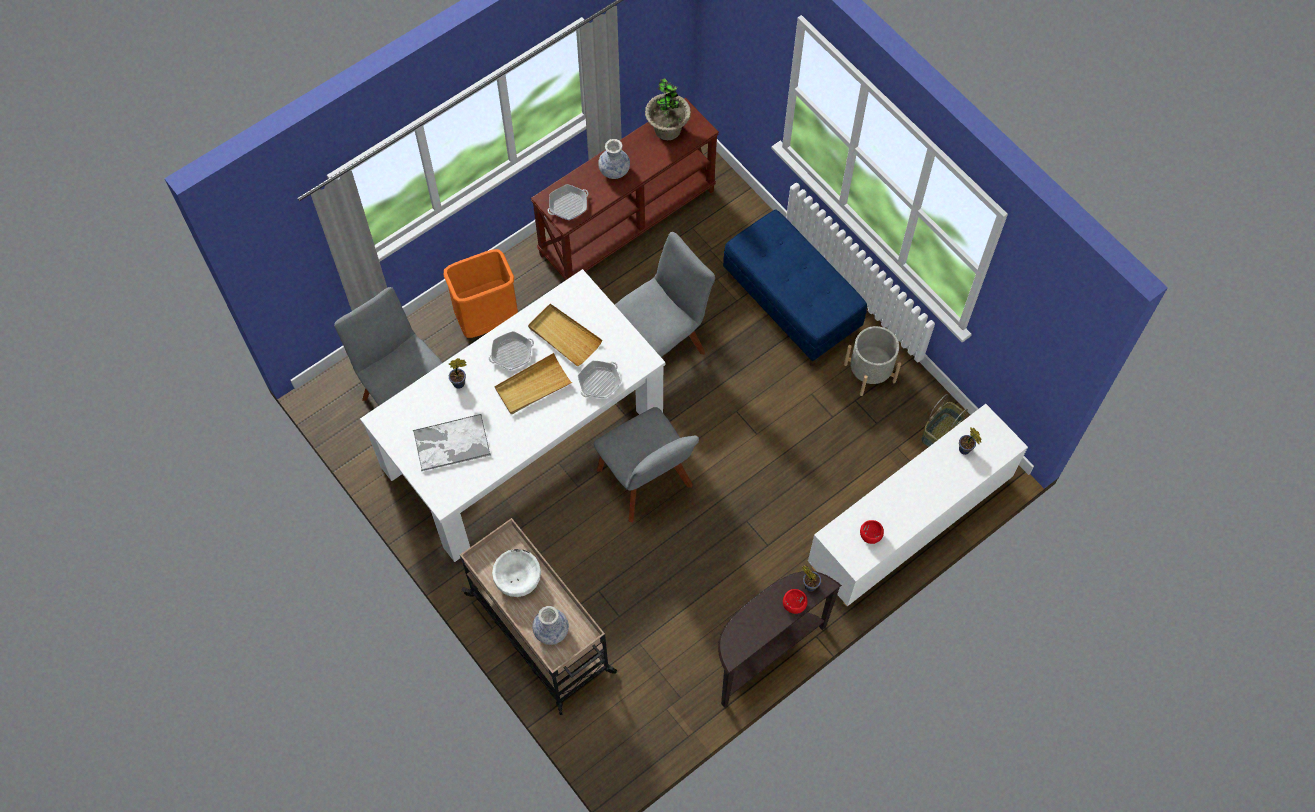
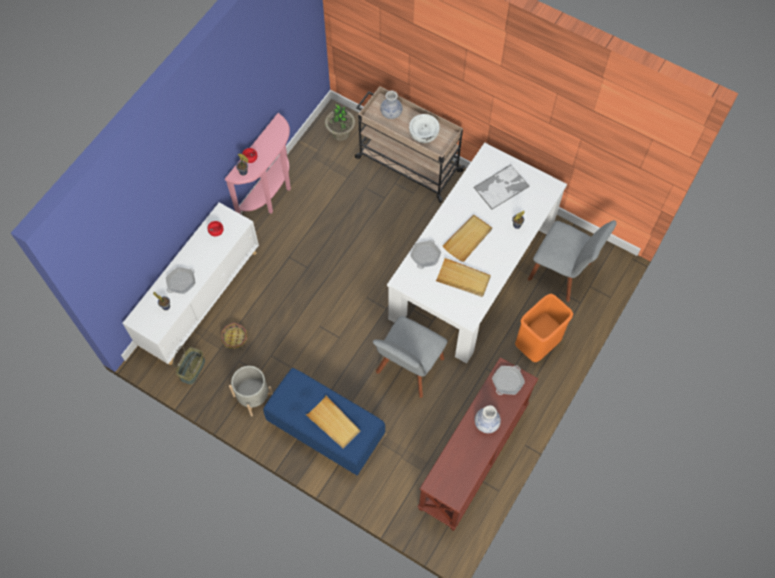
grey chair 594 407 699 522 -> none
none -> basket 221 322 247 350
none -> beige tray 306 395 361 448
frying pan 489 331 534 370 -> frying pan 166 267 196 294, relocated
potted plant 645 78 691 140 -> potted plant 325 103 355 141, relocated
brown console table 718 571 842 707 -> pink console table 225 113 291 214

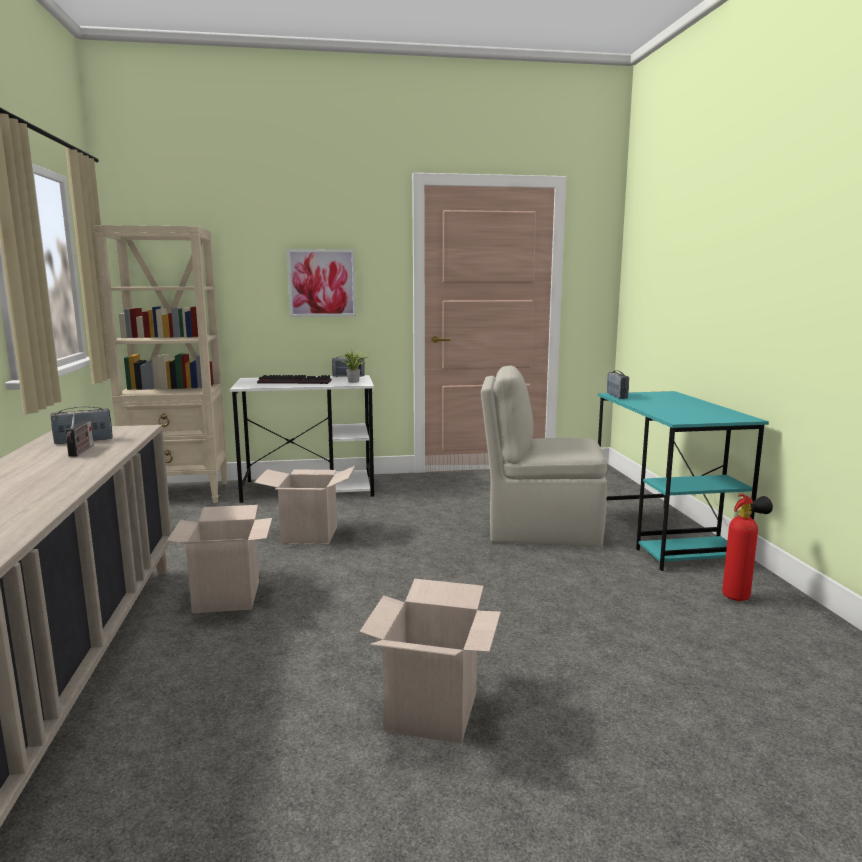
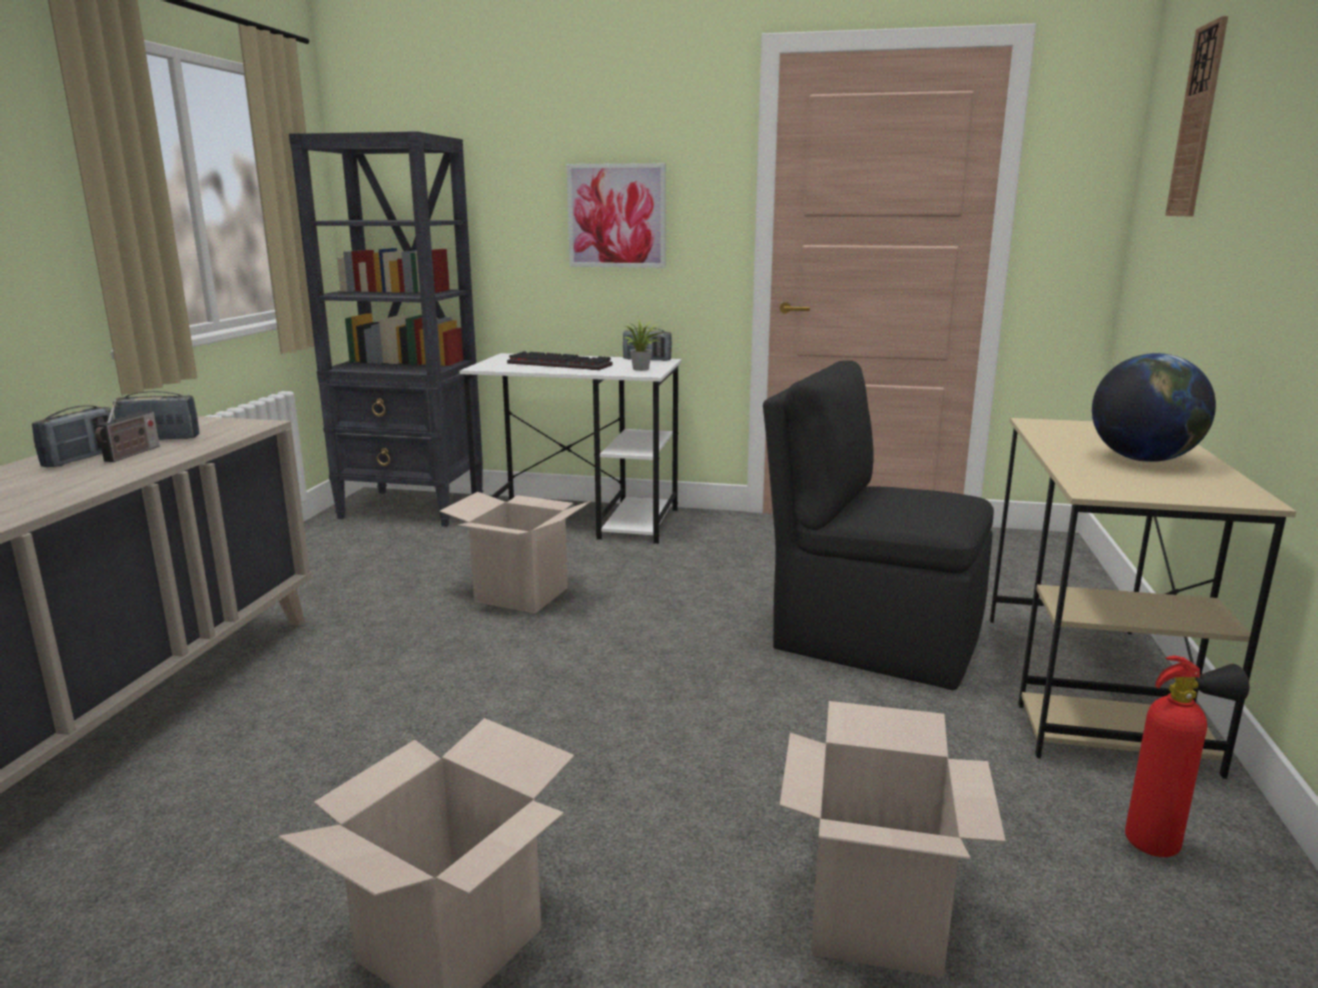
none -> globe 1092 353 1216 462
none -> wall clock 1165 16 1228 216
cardboard box 167 505 272 613 -> cardboard box 779 701 1006 977, relocated
radio 607 370 629 399 -> radio 32 405 114 467, relocated
beige bookcase 93 225 228 503 -> black bookcase 289 131 483 527
beige chair 481 366 607 548 -> black chair 763 360 994 690
turquoise desk 598 391 769 571 -> beige desk 990 418 1296 779

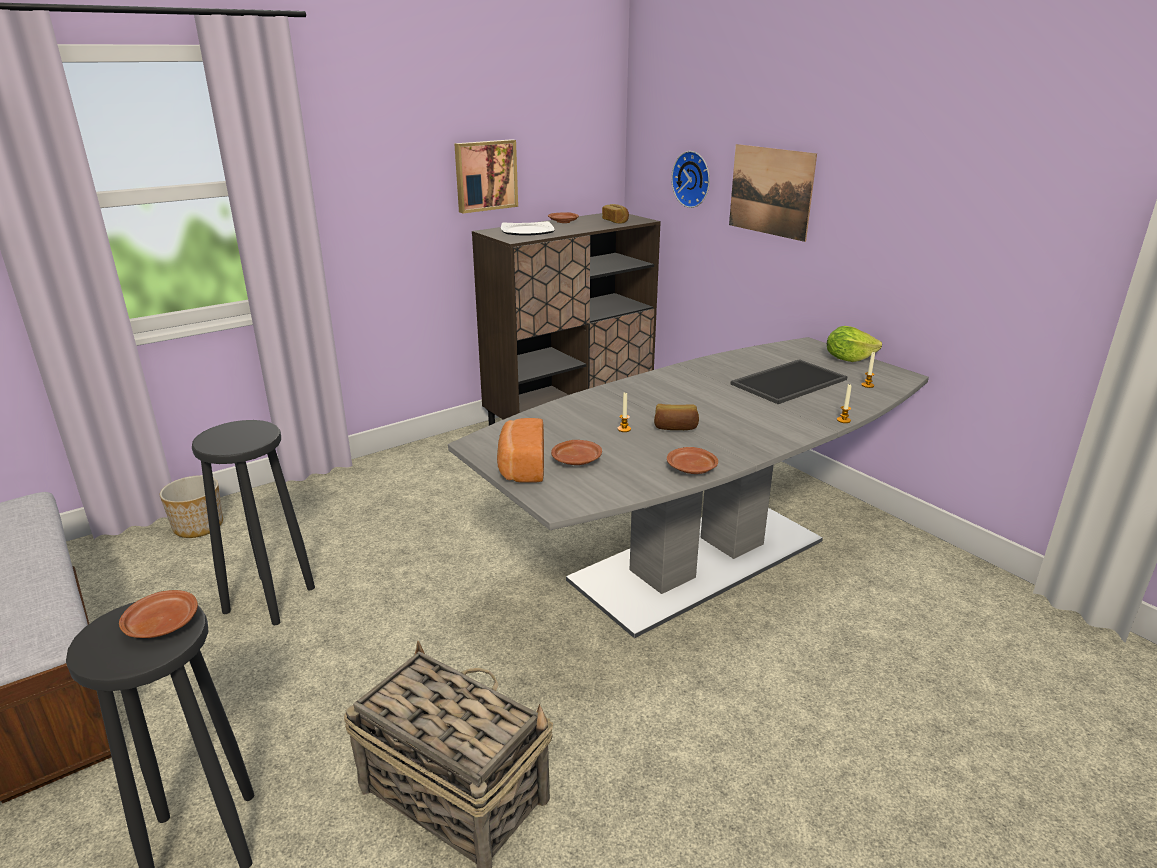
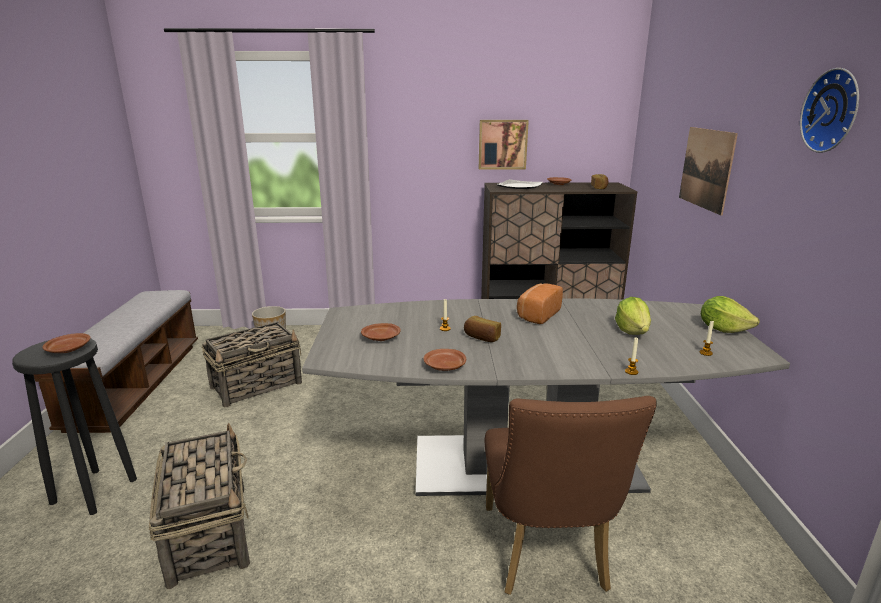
none -> brown chair 484 396 657 595
bread 497 418 544 483 -> bread 517 283 563 324, relocated
wall clock 671 151 710 208 -> wall clock 800 68 859 153, relocated
black stool 192 420 315 625 -> basket 201 322 302 407
tray 731 359 848 404 -> lettuce 615 297 651 335

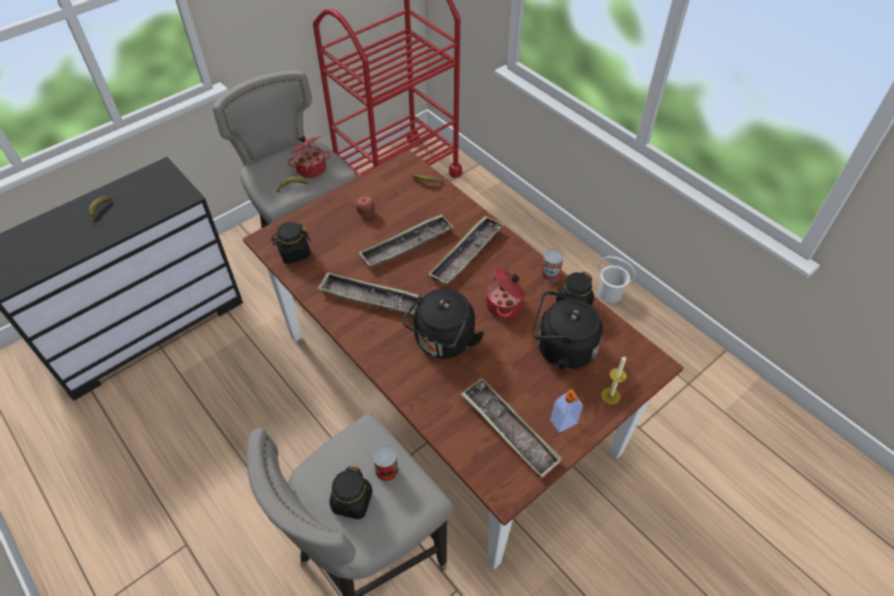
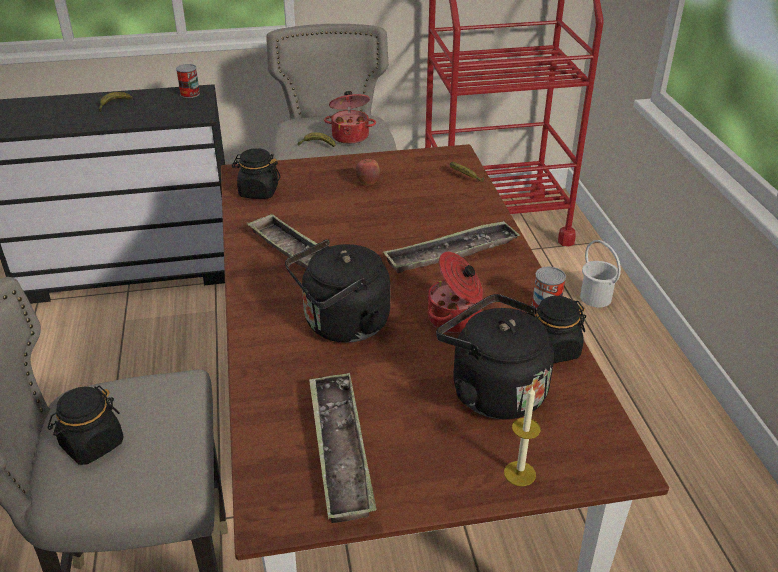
tray 359 214 453 268 -> none
soap dispenser 550 389 583 433 -> none
can 373 445 399 481 -> can 176 64 200 98, relocated
white bucket 598 256 636 303 -> white bucket 580 240 621 307, relocated

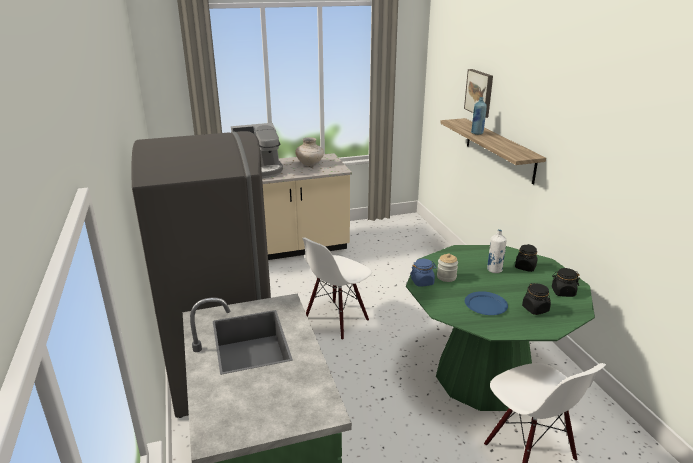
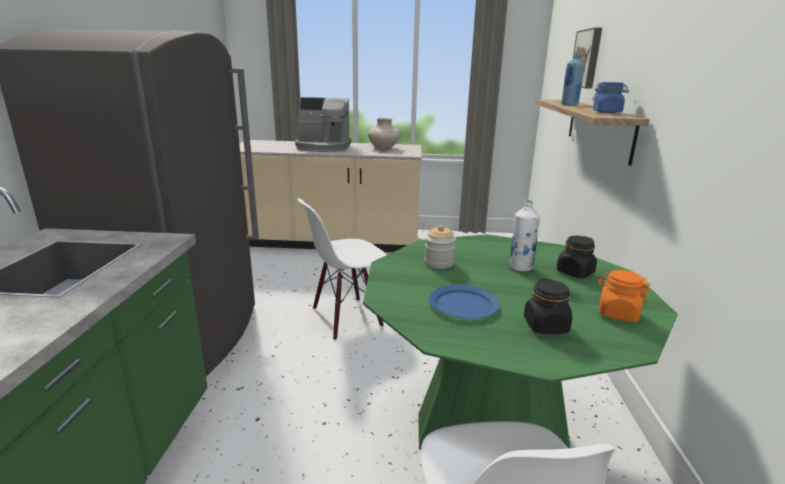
blue jar 410 258 437 287 -> blue jar 592 82 629 113, relocated
black jar 552 268 580 297 -> orange jar 598 270 650 322

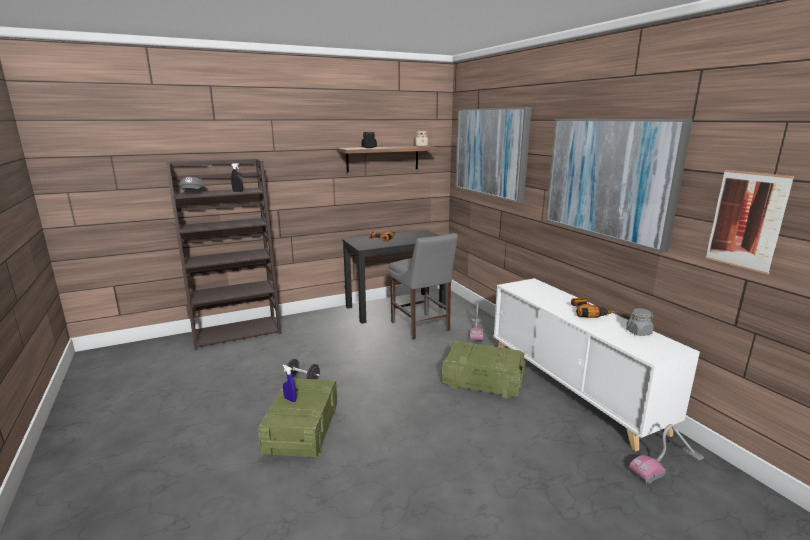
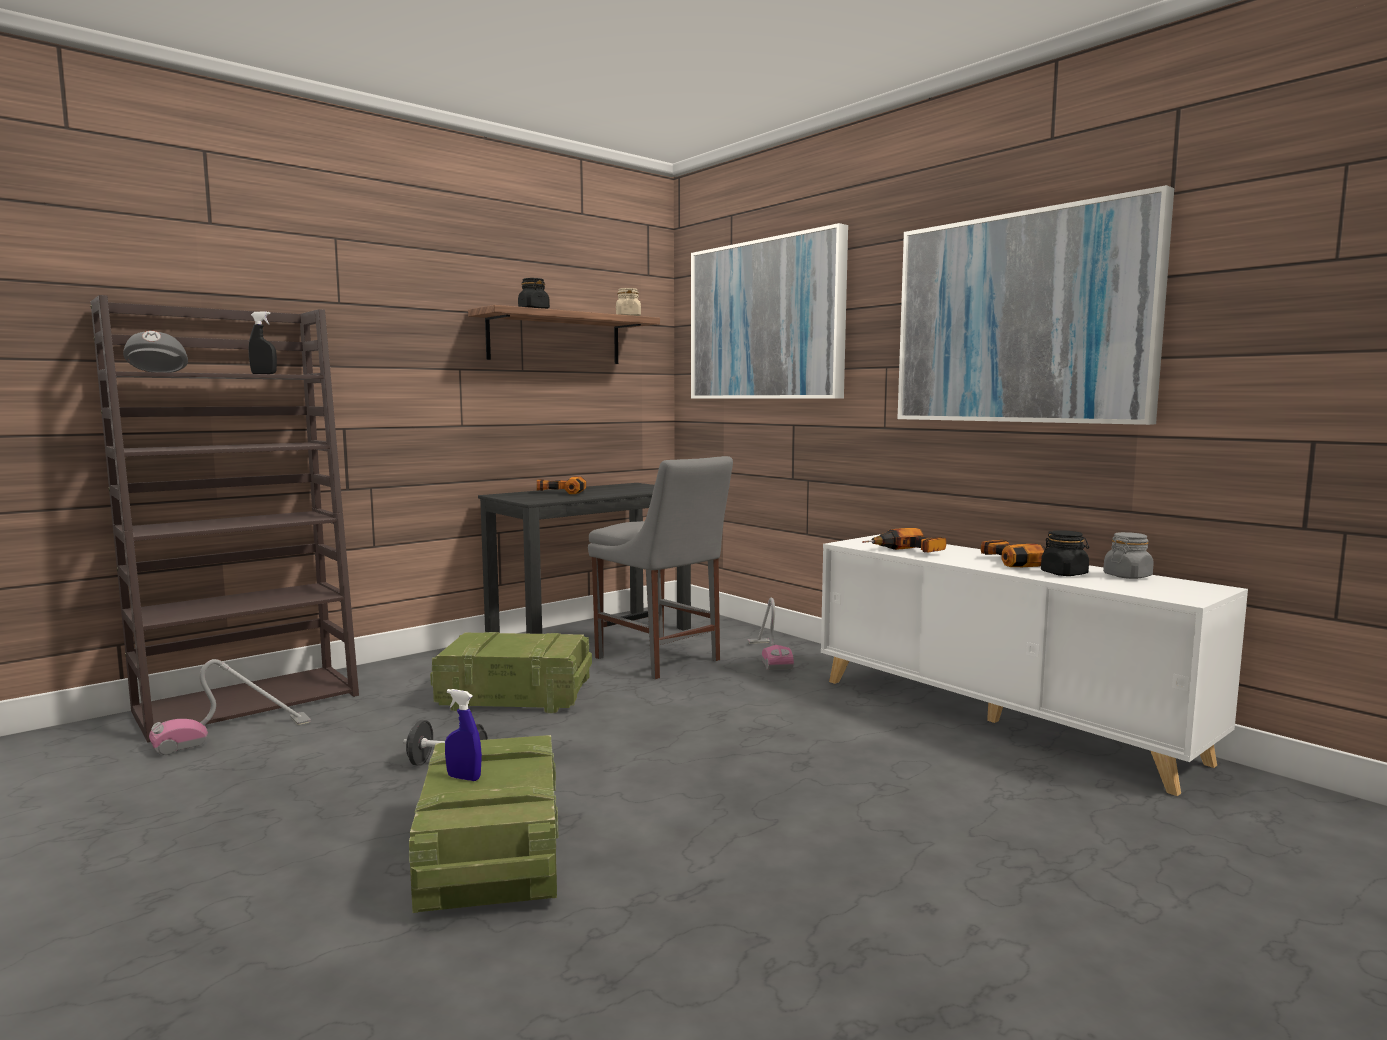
picture 706 170 794 275 -> none
none -> power drill 862 528 946 552
none -> black jar 1041 530 1089 576
crate 441 341 525 398 -> crate 430 632 592 713, relocated
vacuum cleaner 629 424 704 483 -> vacuum cleaner 149 659 311 755, relocated

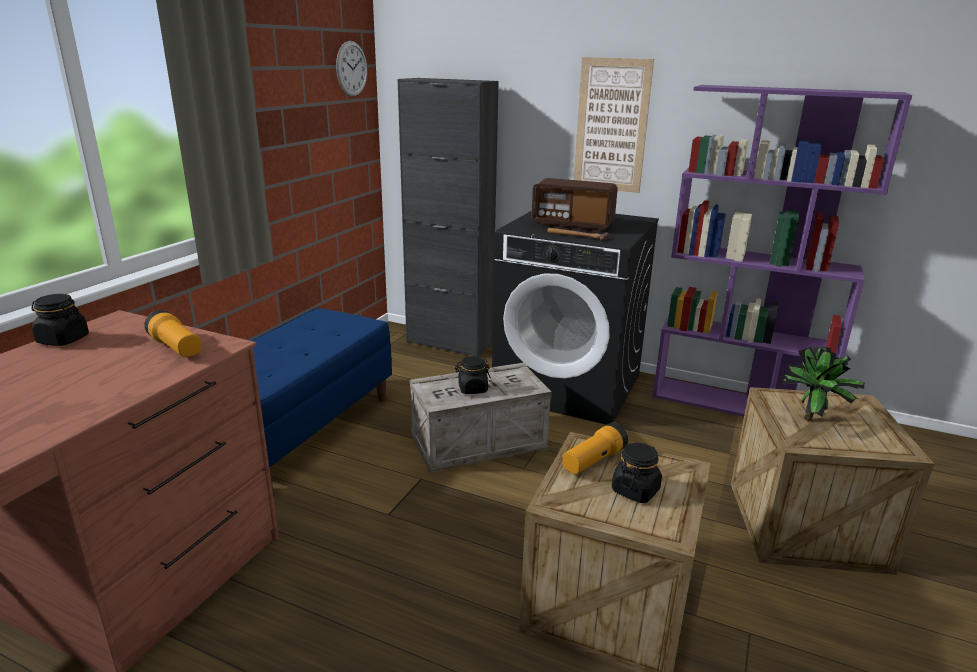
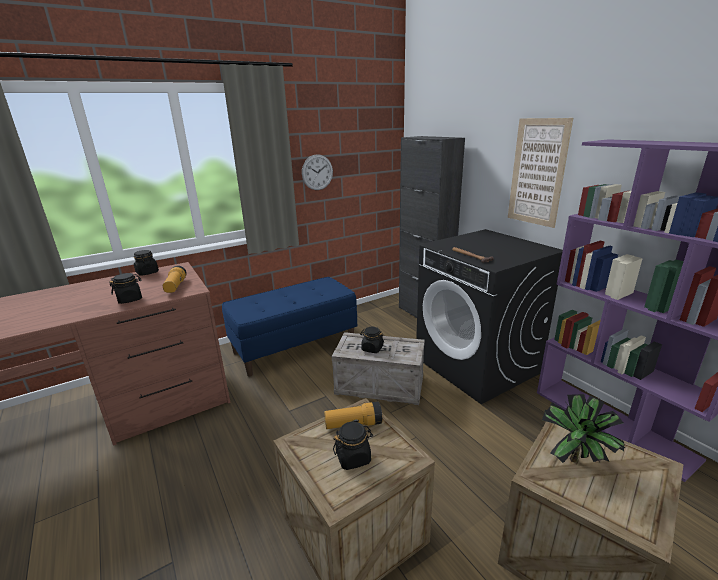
radio 532 178 618 232 -> none
none -> black jar 109 273 142 304
wall clock 336 41 367 97 -> wall clock 302 154 333 190, relocated

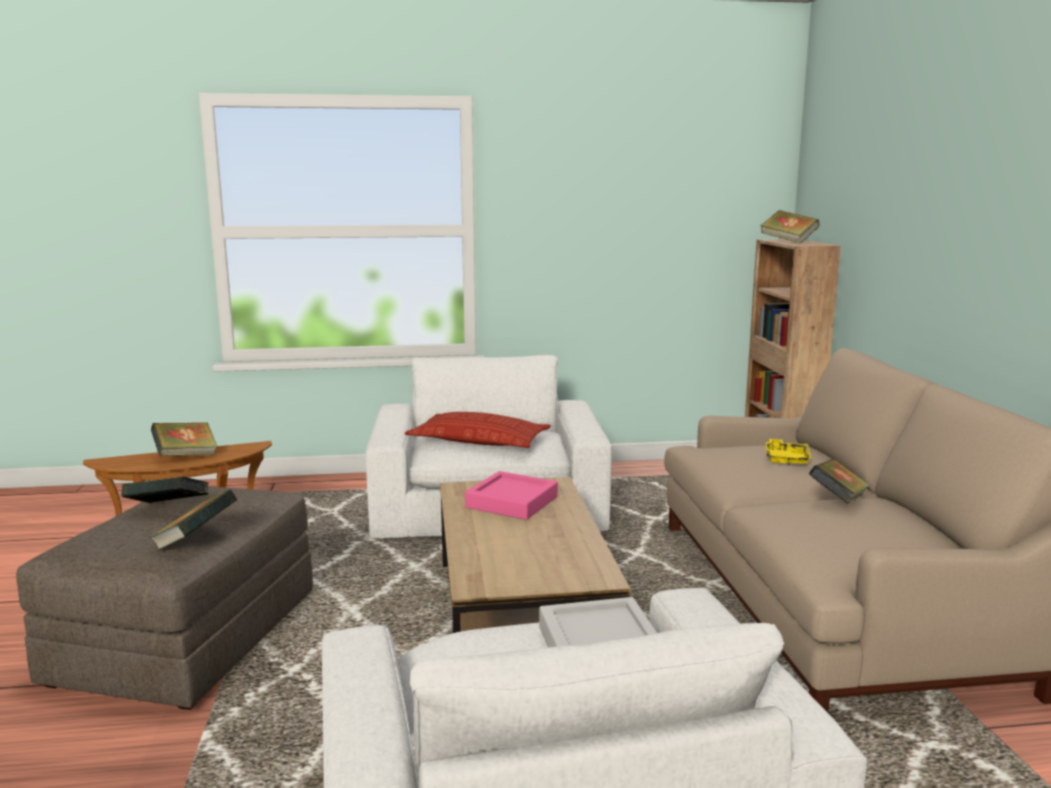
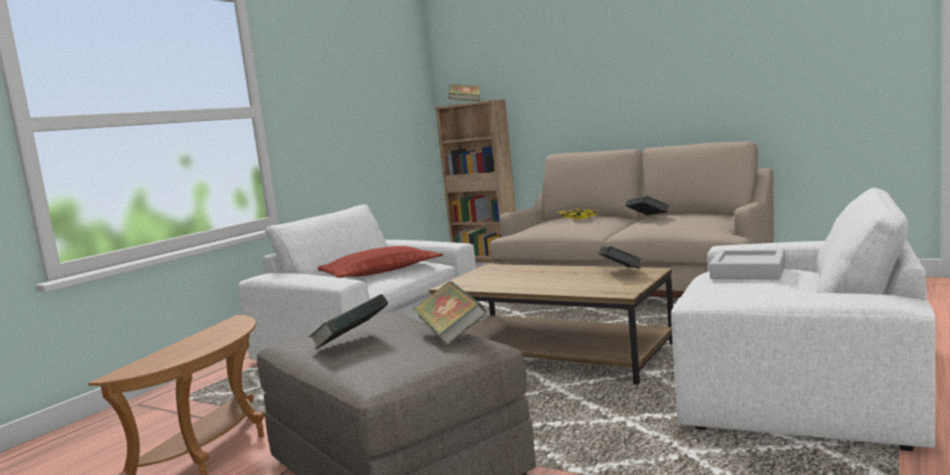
pink tray 465 471 558 520 -> none
book 151 423 218 456 -> book 599 246 644 268, relocated

